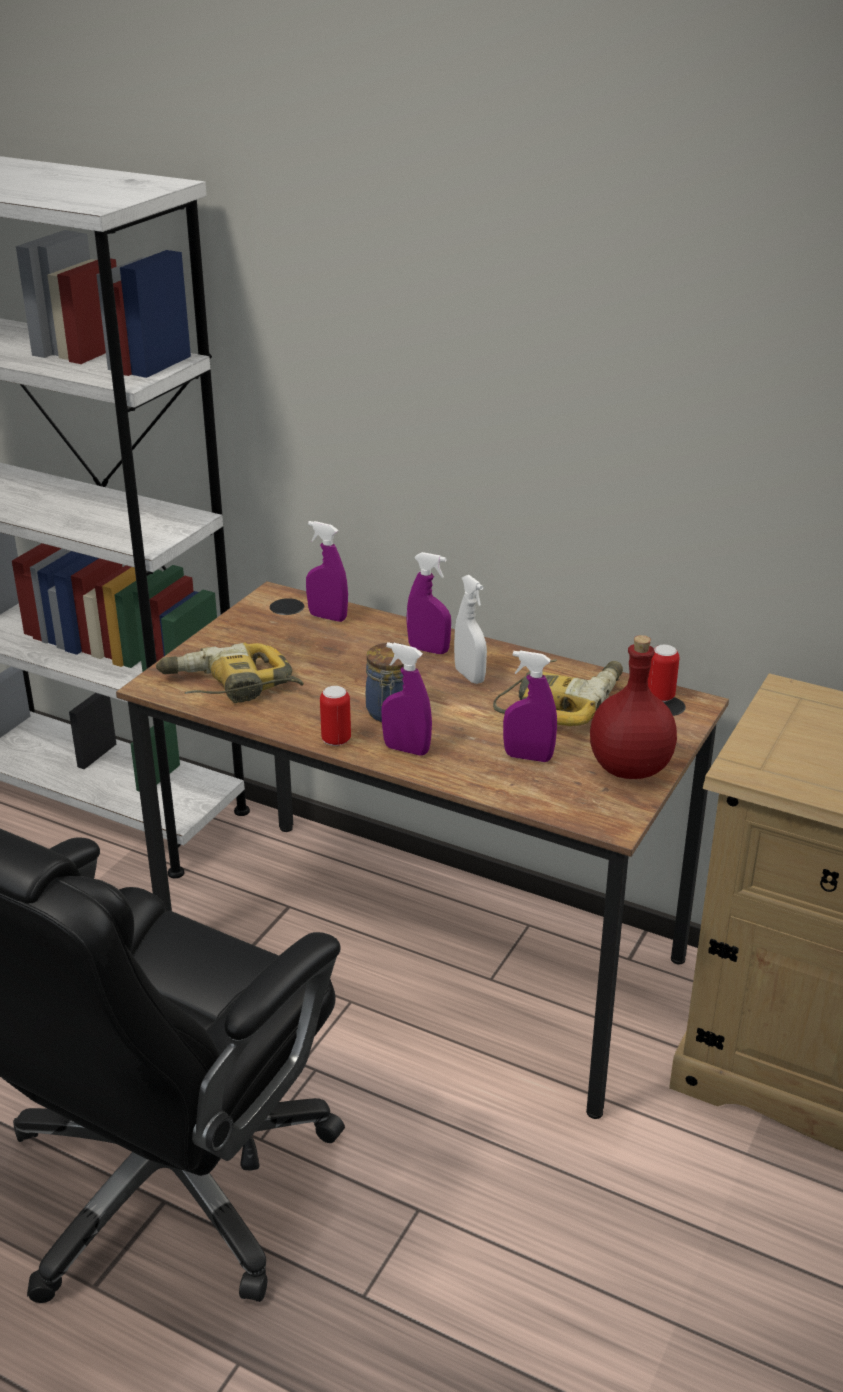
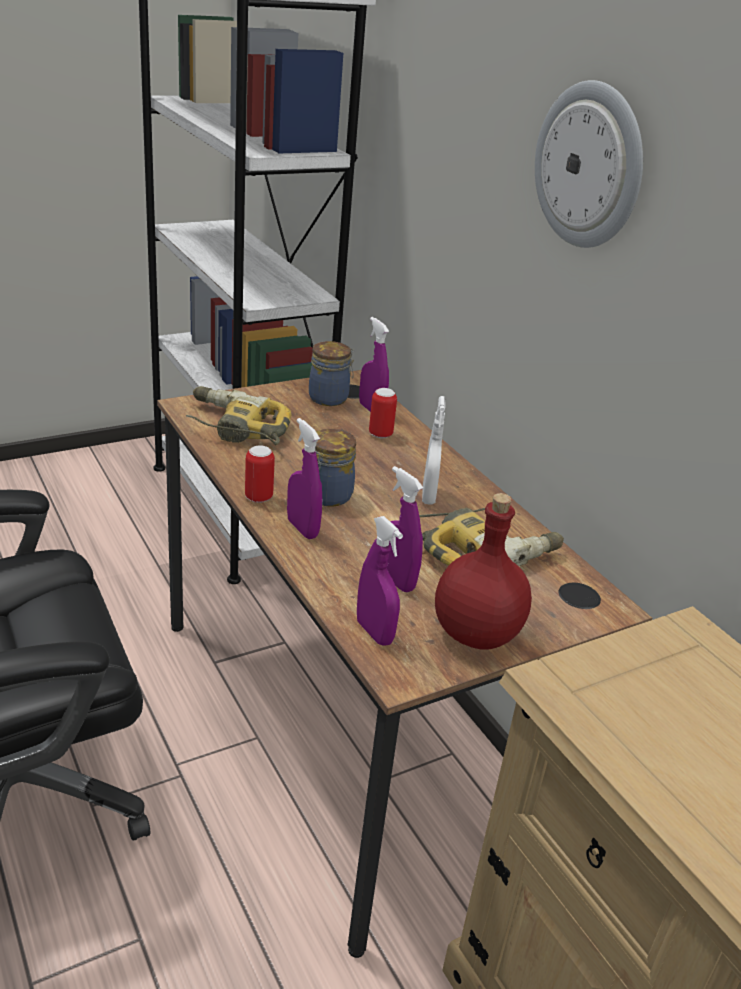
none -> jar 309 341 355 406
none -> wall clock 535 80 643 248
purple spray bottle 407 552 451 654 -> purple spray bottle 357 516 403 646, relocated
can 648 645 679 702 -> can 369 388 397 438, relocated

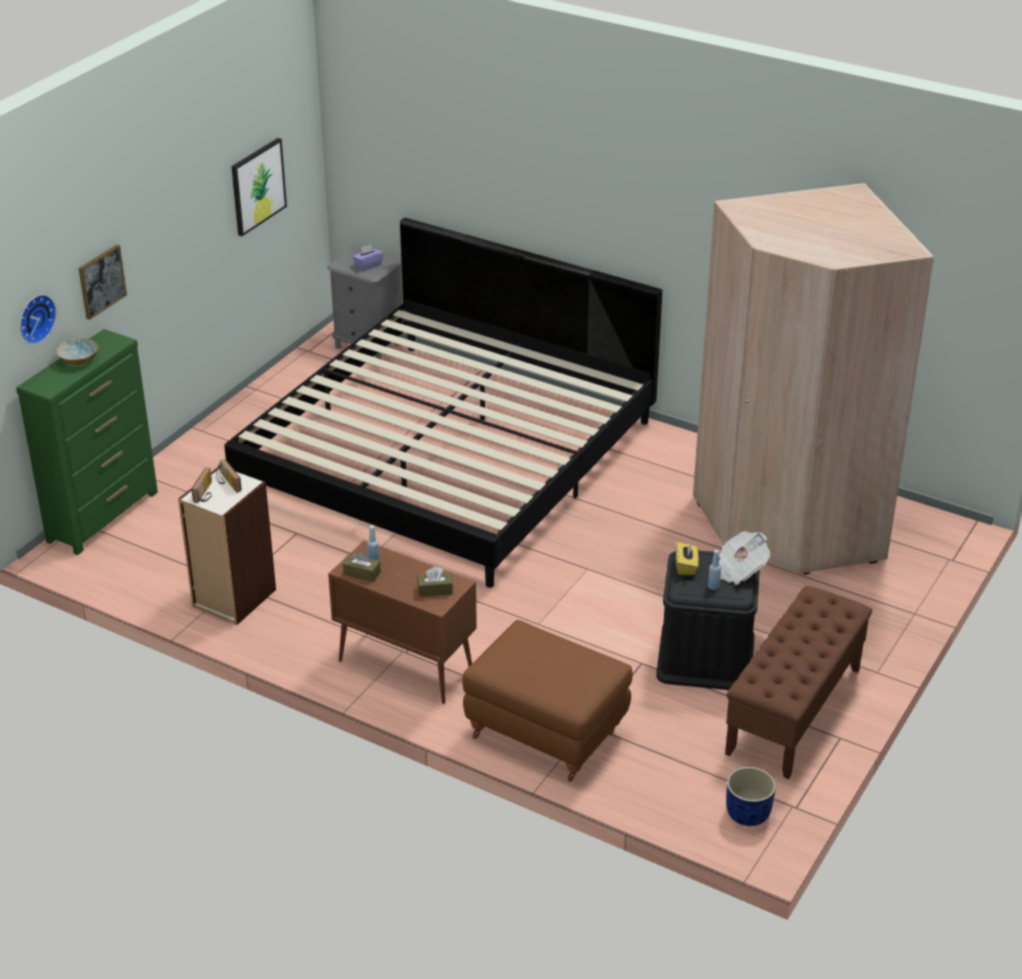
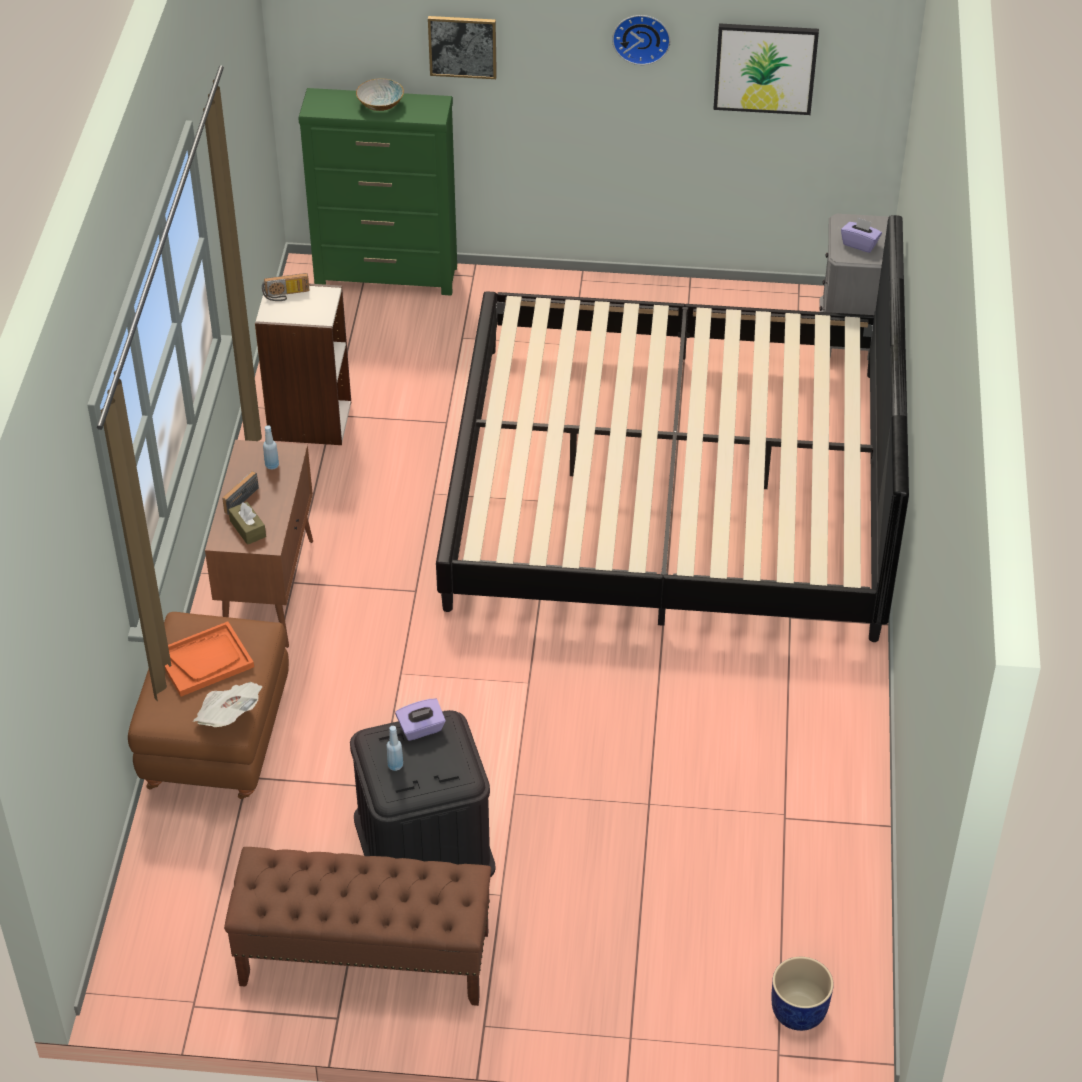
brown tissue box 343 552 381 582 -> none
beige wardrobe 693 183 934 575 -> none
none -> orange tray 165 622 254 697
wall clock 20 295 56 344 -> wall clock 612 15 670 65, relocated
radio 216 459 242 493 -> radio 222 471 259 515, relocated
newspaper 719 531 770 585 -> newspaper 193 682 262 727, relocated
blue planter 726 767 776 826 -> blue planter 771 957 834 1031, relocated
yellow tissue box 676 542 699 575 -> purple tissue box 395 699 446 741

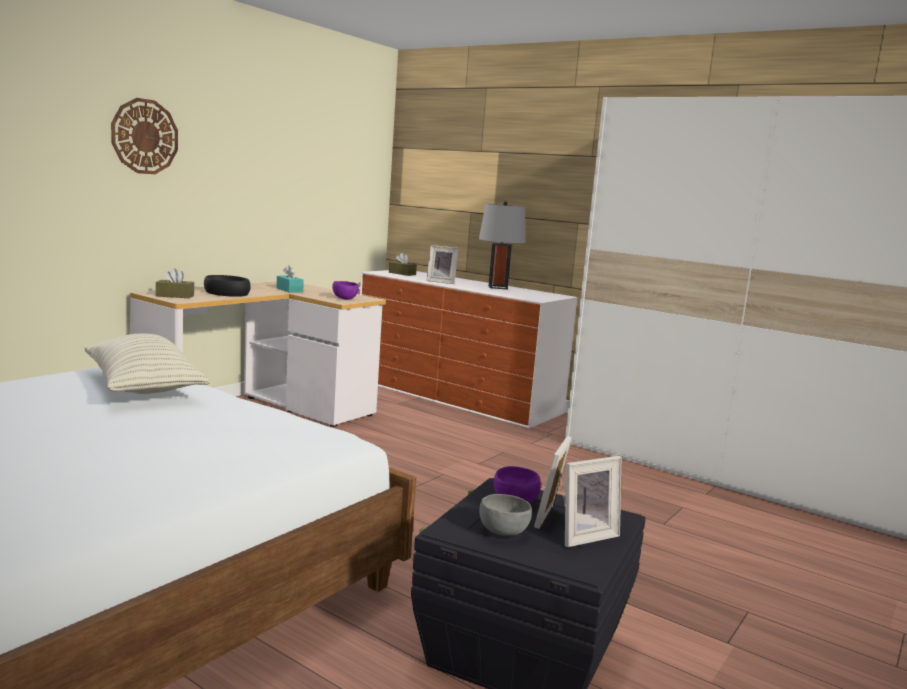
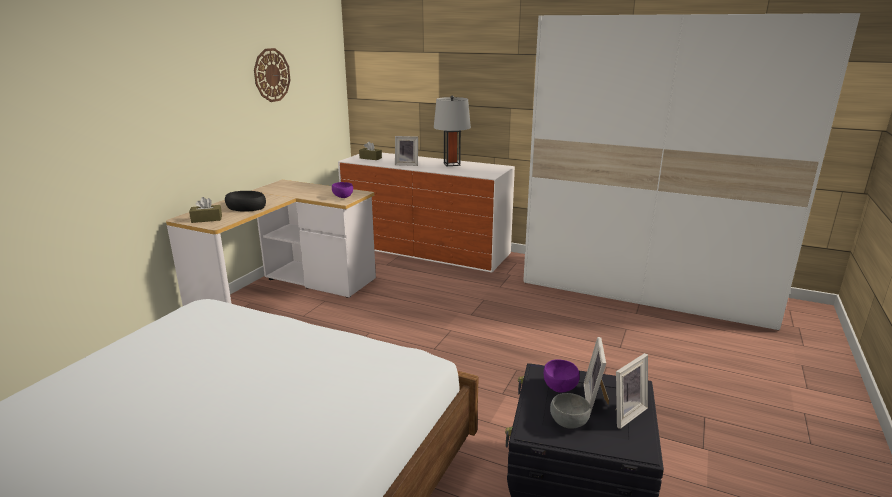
pillow 84 334 210 394 -> none
turquoise tissue box 276 265 304 293 -> none
wall clock 111 98 178 174 -> wall clock 254 48 290 102, relocated

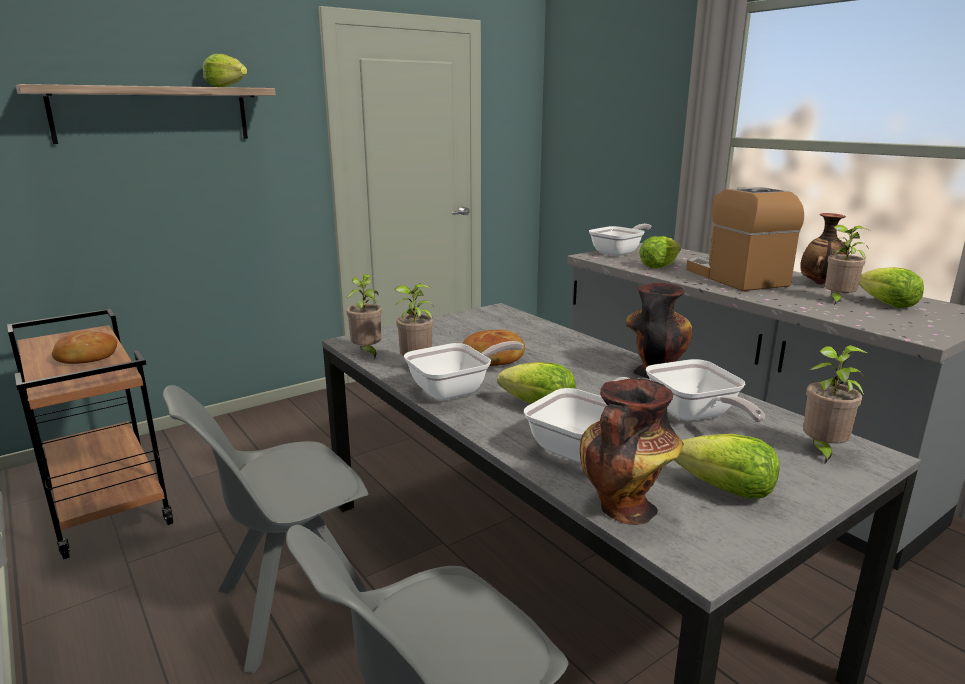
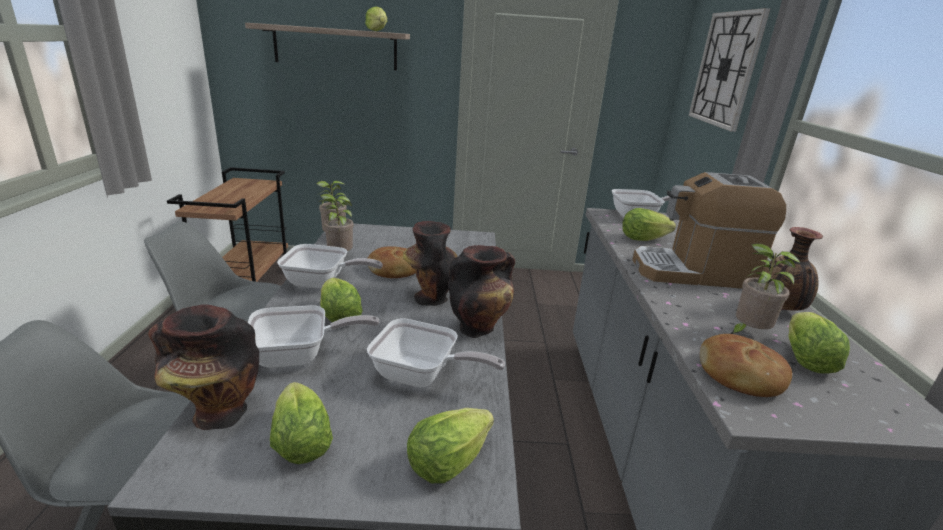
none -> vase 403 221 458 306
none -> wall clock 689 8 770 132
bread 52 331 117 364 -> bread 700 334 792 397, relocated
potted plant 803 345 867 465 -> lettuce 407 408 494 483
frying pan 646 359 765 423 -> frying pan 367 318 505 388, 90 degrees counterclockwise
coffee machine 686 187 804 291 -> coffee machine 632 172 786 289, 105 degrees counterclockwise

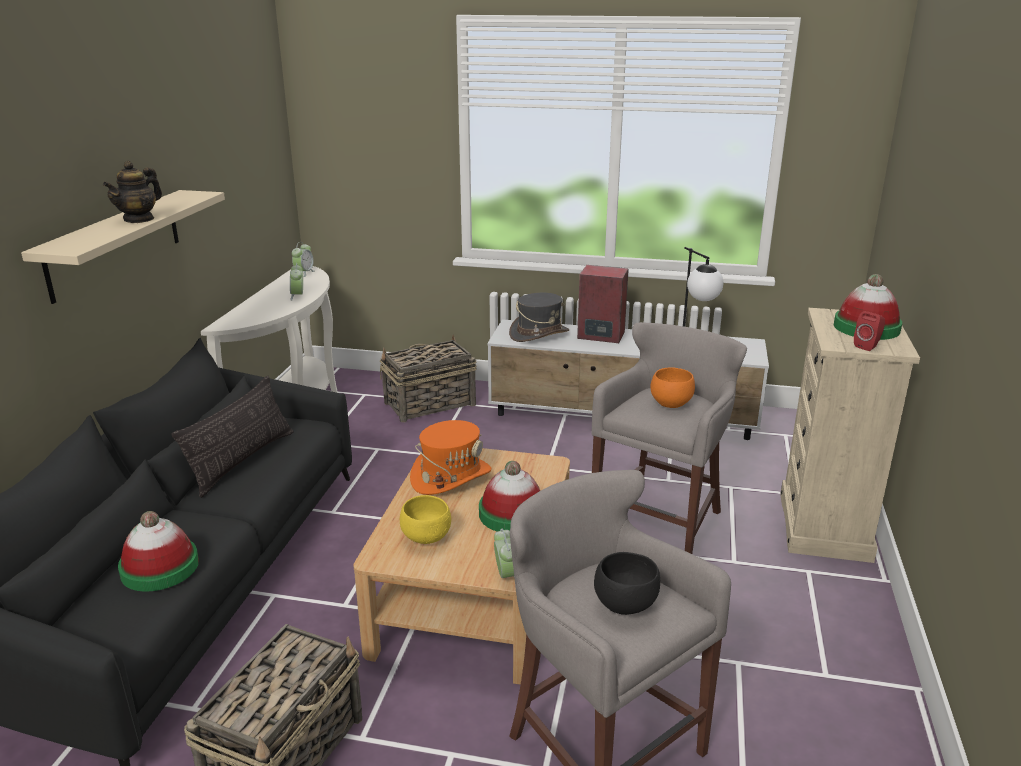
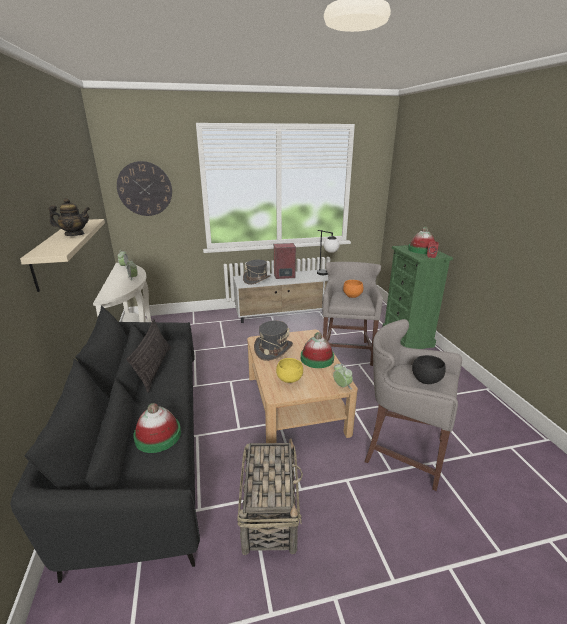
basket 380 335 477 422 -> none
none -> wall clock 117 161 172 216
orange hat 410 420 491 495 -> grey hat 254 321 293 361
beige dresser 780 308 920 563 -> green dresser 383 245 453 349
teapot 103 161 162 223 -> teapot 48 198 90 236, 105 degrees counterclockwise

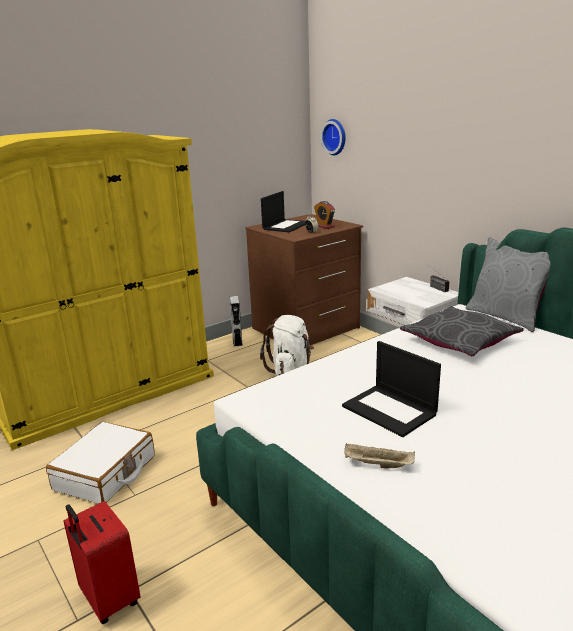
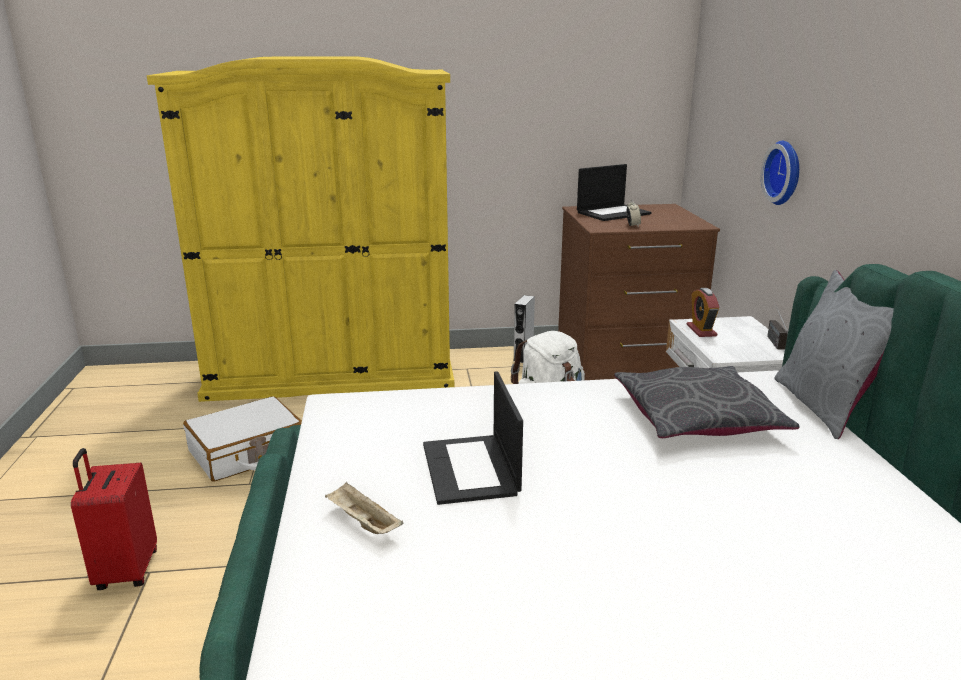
alarm clock 314 201 335 229 -> alarm clock 687 288 719 337, relocated
wall clock 321 119 346 155 -> wall clock 761 141 799 205, relocated

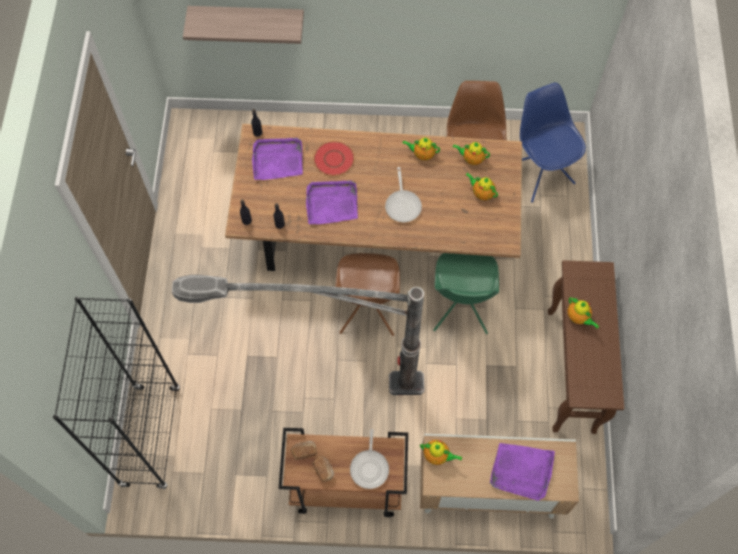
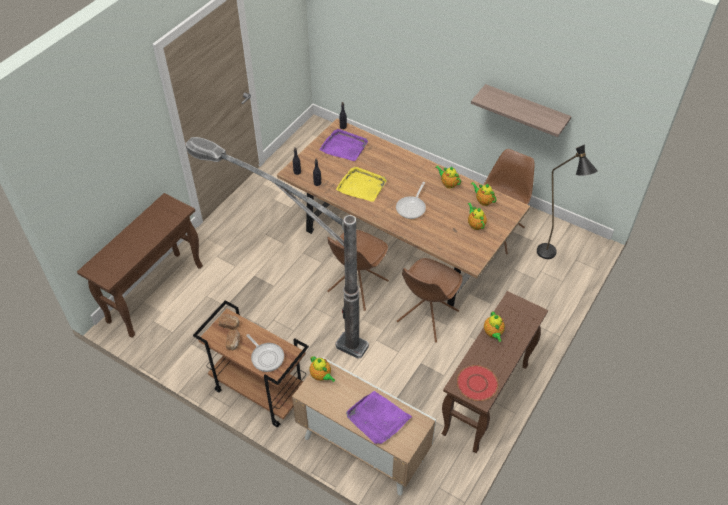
shelf 183 6 304 44 -> shelf 471 84 571 137, relocated
red plate 314 141 354 176 -> red plate 457 365 498 401, relocated
black bookcase 53 297 180 489 -> brown console table 77 193 203 338
blue chair 520 83 586 203 -> black floor lamp 537 144 598 259
purple tray 306 180 358 224 -> yellow tray 336 167 387 202
green chair 433 253 499 334 -> brown chair 396 258 463 343
frying pan 350 429 389 489 -> frying pan 246 334 284 372, 75 degrees counterclockwise

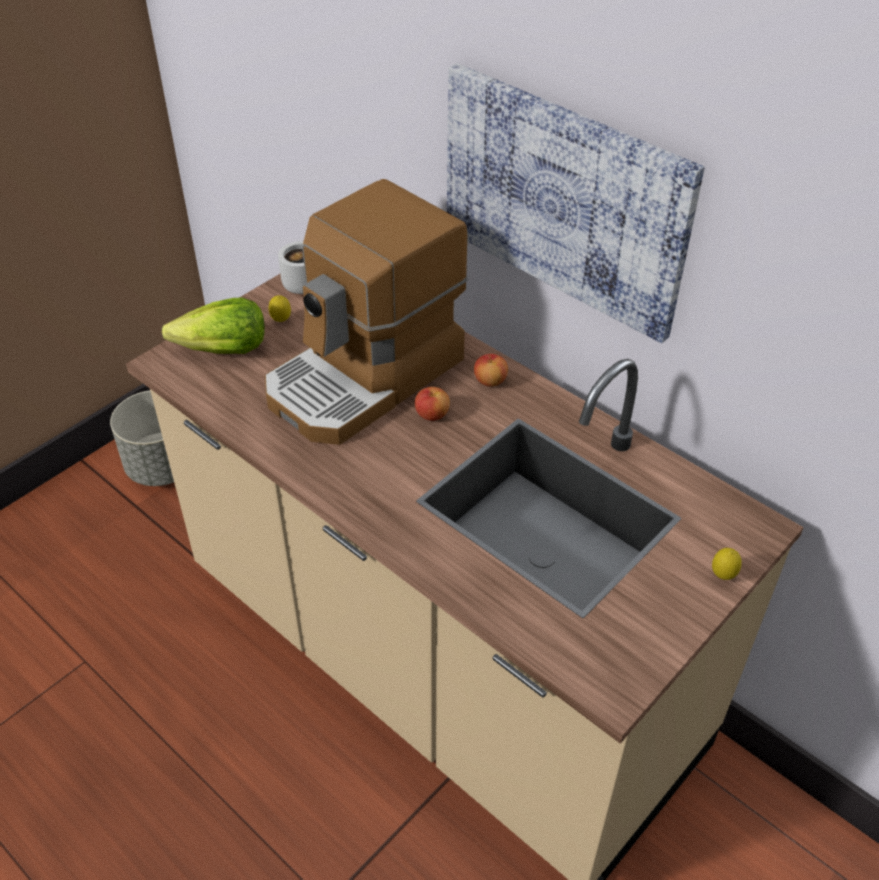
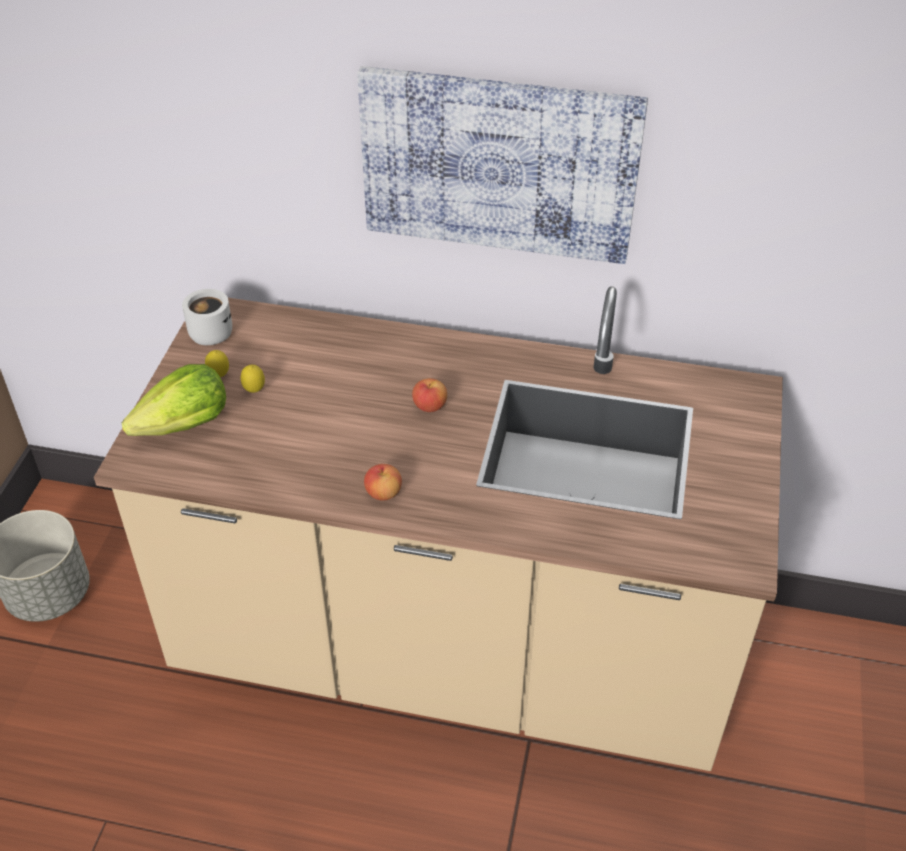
coffee machine 265 179 467 445 -> none
apple 474 354 508 387 -> apple 364 464 402 500, relocated
lemon 712 548 742 580 -> lemon 240 365 265 393, relocated

